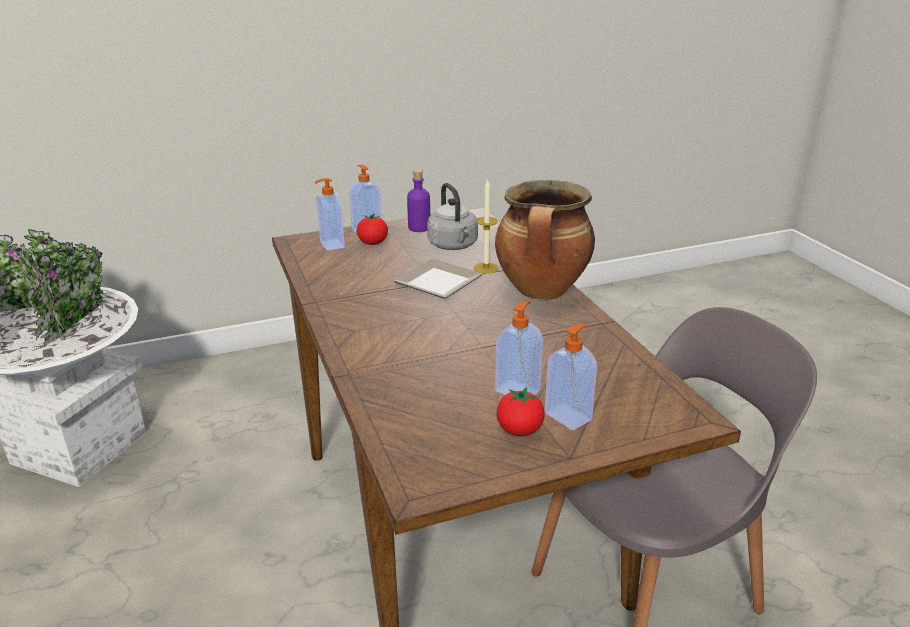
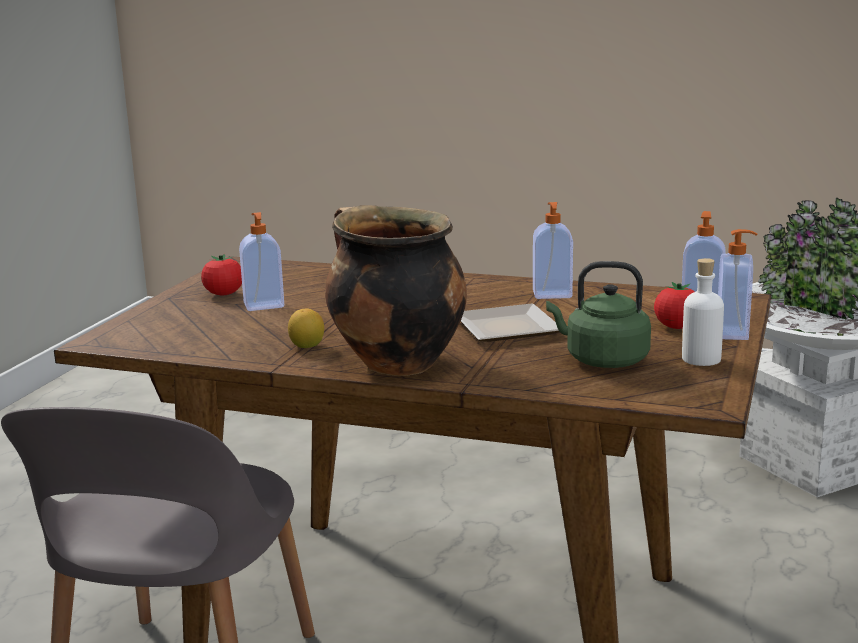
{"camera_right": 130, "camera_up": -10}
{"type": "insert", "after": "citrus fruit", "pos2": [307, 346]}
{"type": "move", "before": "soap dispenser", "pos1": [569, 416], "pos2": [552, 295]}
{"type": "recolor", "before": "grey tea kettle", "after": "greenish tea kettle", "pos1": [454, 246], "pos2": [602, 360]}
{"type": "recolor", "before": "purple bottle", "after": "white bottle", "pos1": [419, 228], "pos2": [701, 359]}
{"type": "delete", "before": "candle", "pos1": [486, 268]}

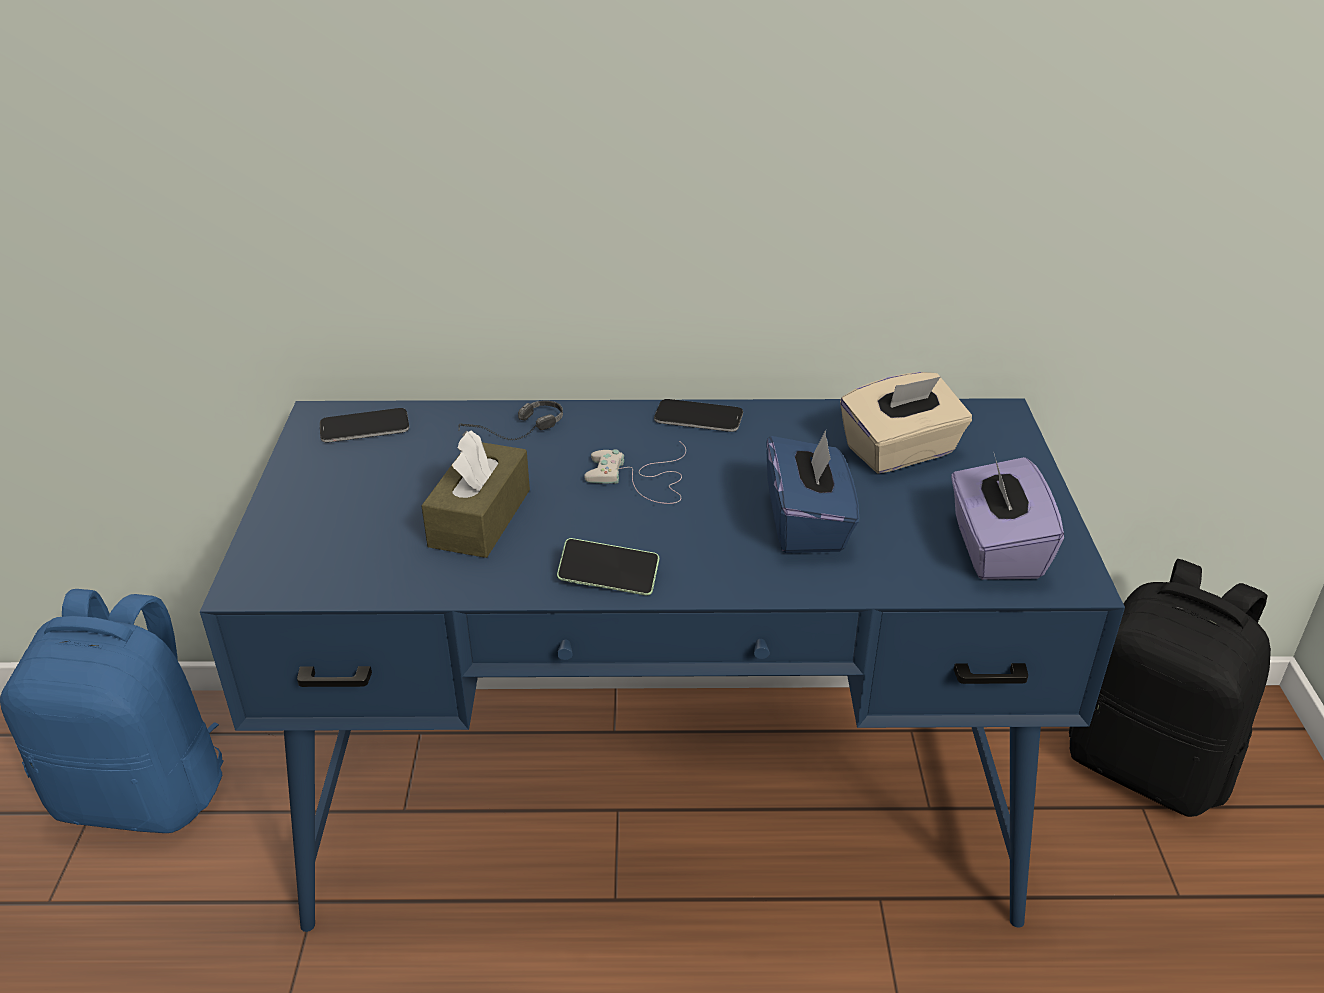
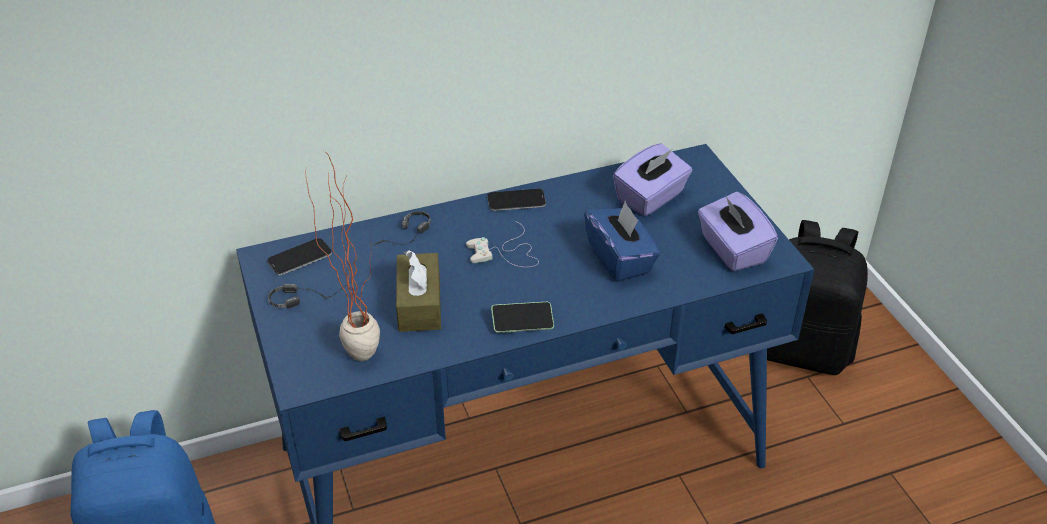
{"camera_right": -20, "camera_up": 5}
{"type": "insert", "after": "headphones", "pos2": [311, 296]}
{"type": "insert", "after": "plant in a pot", "pos2": [358, 347]}
{"type": "recolor", "before": "beige tissue holder", "after": "purple tissue holder", "pos1": [901, 452], "pos2": [651, 198]}

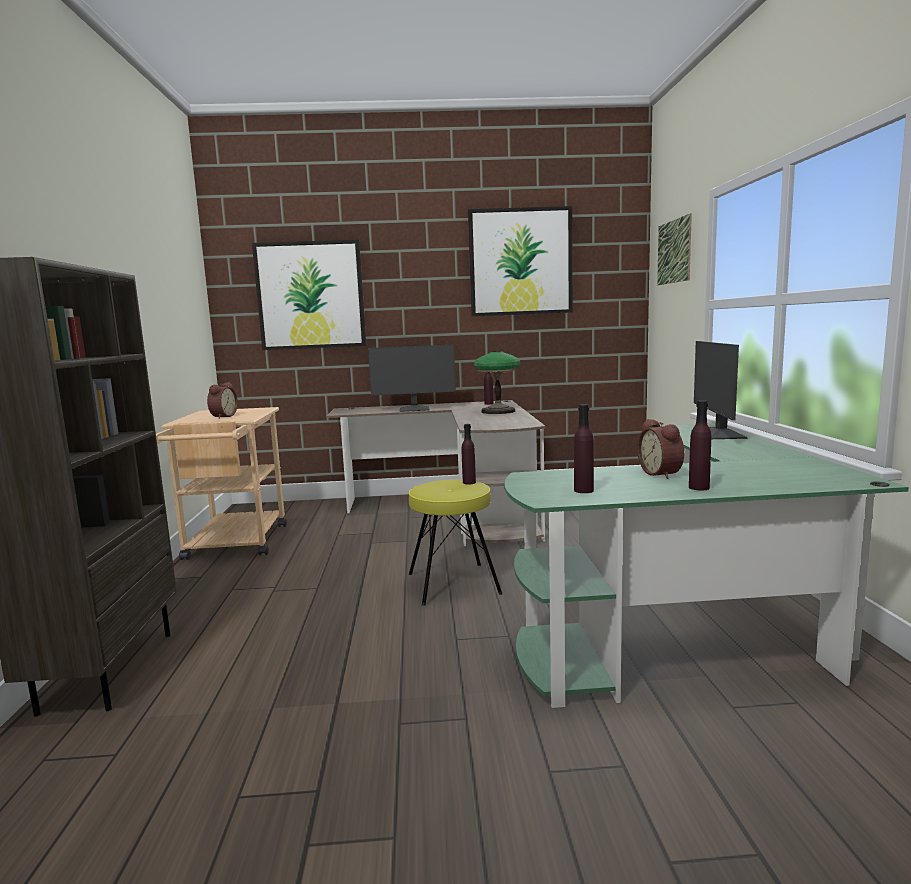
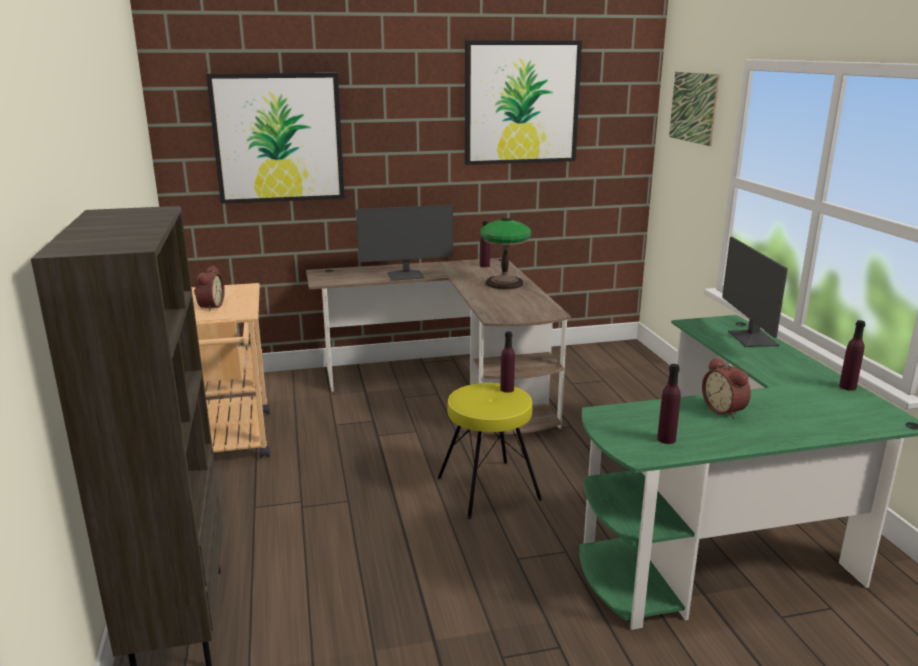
{"camera_right": -10, "camera_up": 10}
{"type": "move", "before": "purple bottle", "pos1": [699, 487], "pos2": [847, 387]}

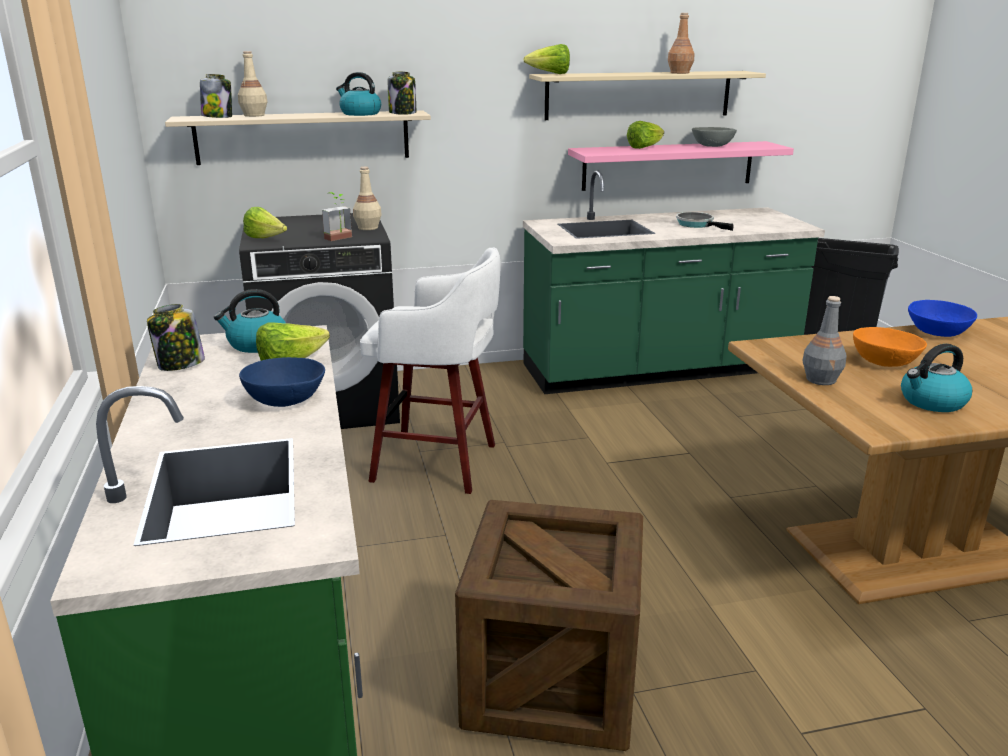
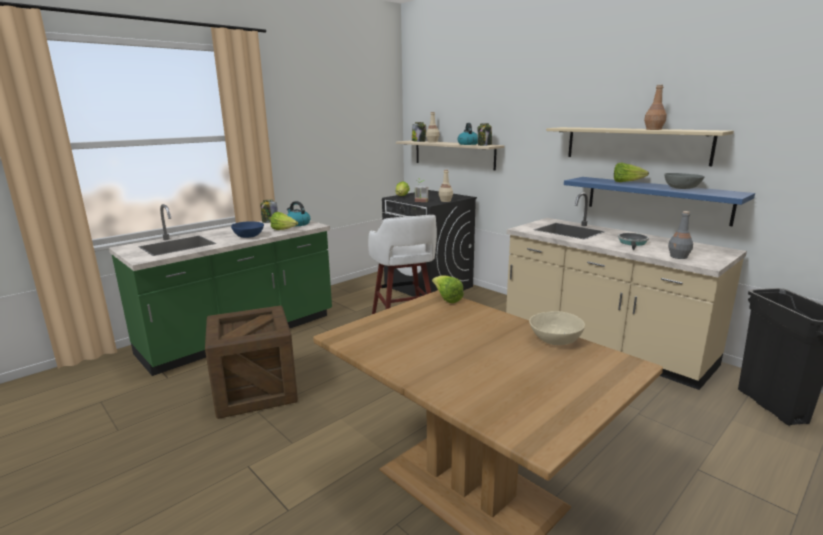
{"camera_right": 60, "camera_up": -5}
{"type": "move", "before": "lettuce", "pos1": [550, 74], "pos2": [446, 299]}
{"type": "recolor", "before": "greenish kitchen counter", "after": "beige kitchen counter", "pos1": [659, 370], "pos2": [602, 344]}
{"type": "recolor", "before": "blue-coloured serving bowl", "after": "beige serving bowl", "pos1": [938, 332], "pos2": [555, 340]}
{"type": "recolor", "before": "pinkish bracket shelf", "after": "blue-coloured bracket shelf", "pos1": [668, 165], "pos2": [656, 199]}
{"type": "move", "before": "grey bottle", "pos1": [821, 379], "pos2": [679, 257]}
{"type": "delete", "before": "orange-coloured serving bowl", "pos1": [884, 361]}
{"type": "delete", "before": "tea kettle", "pos1": [932, 402]}

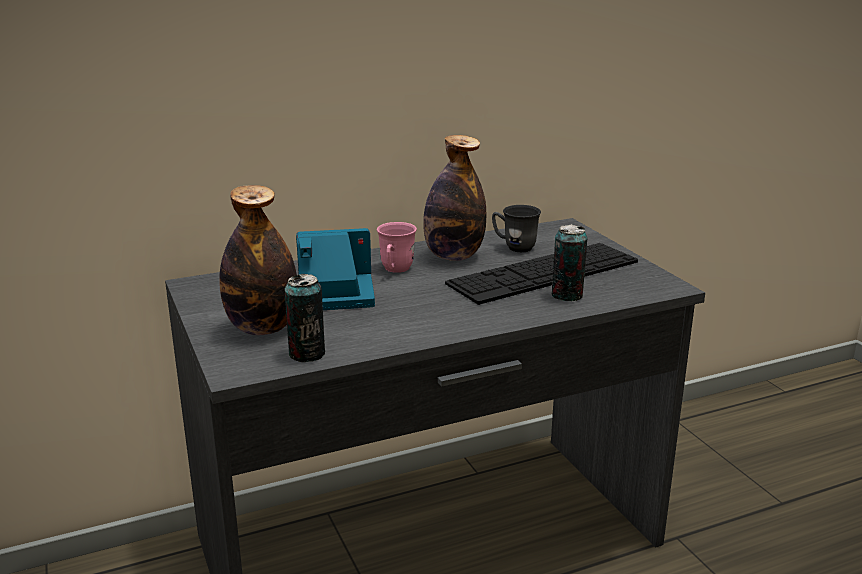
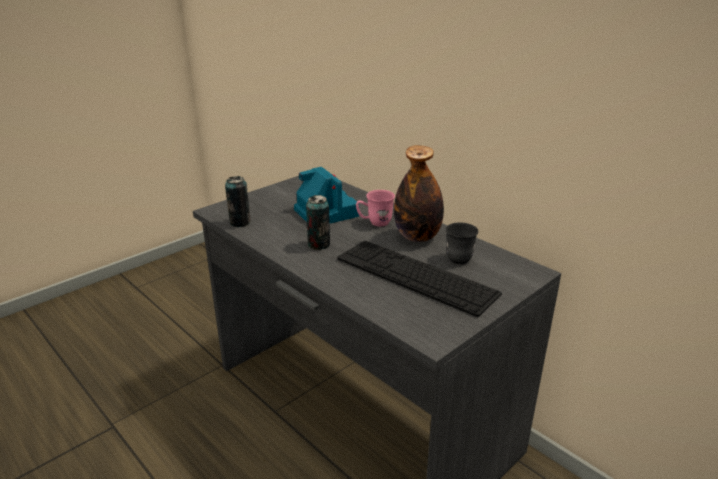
{"camera_right": 70, "camera_up": 5}
{"type": "move", "before": "can", "pos1": [567, 295], "pos2": [319, 244]}
{"type": "delete", "before": "bottle", "pos1": [262, 328]}

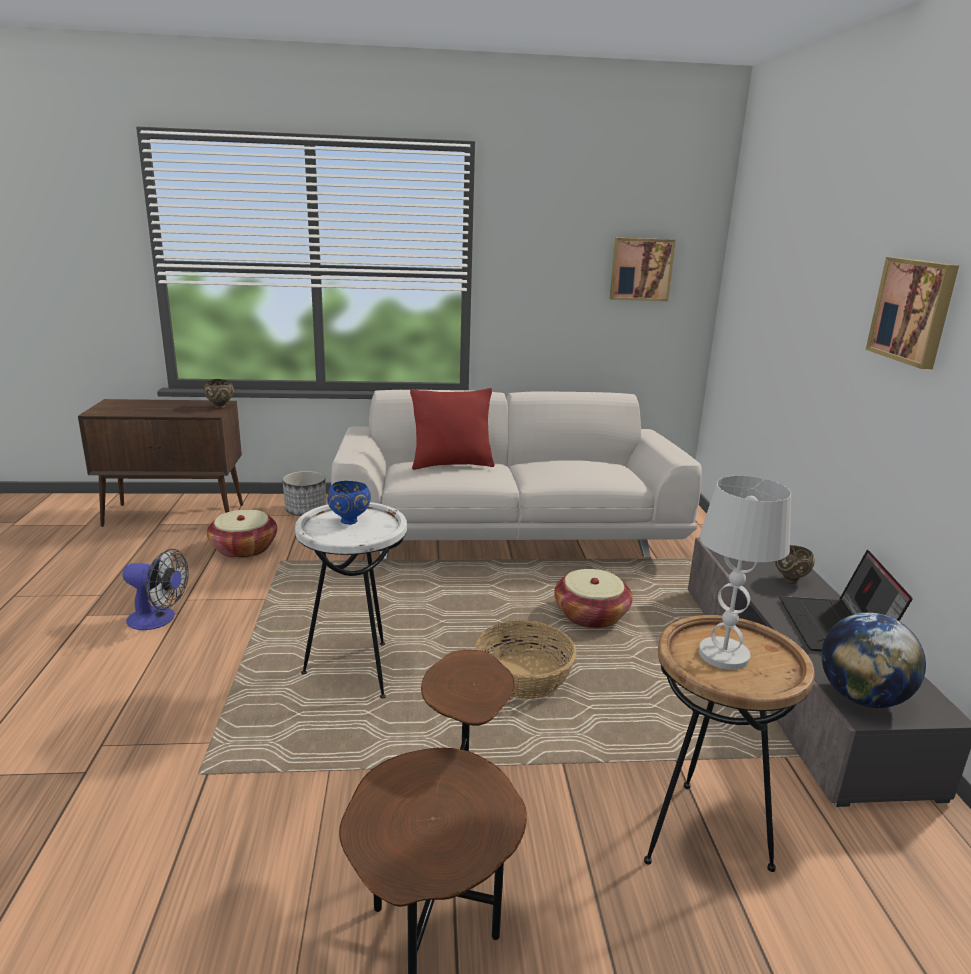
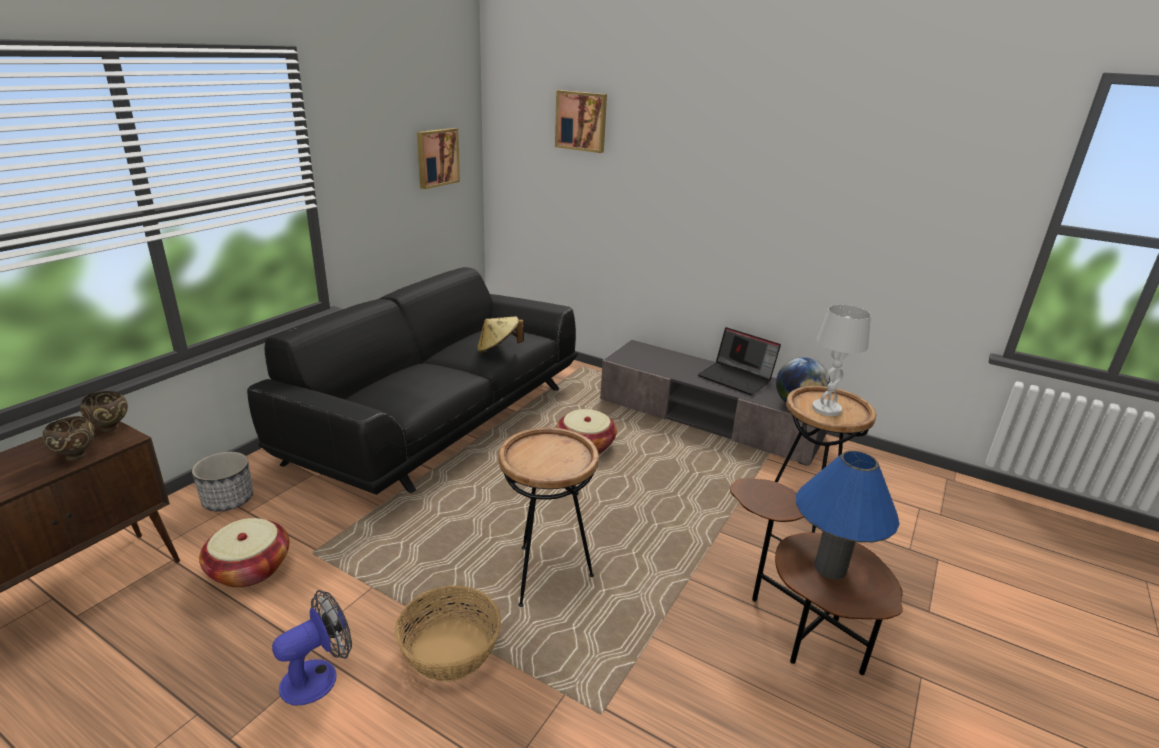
{"camera_right": -55, "camera_up": 5}
{"type": "move", "before": "brown serving bowl", "pos1": [790, 580], "pos2": [76, 455]}
{"type": "recolor", "before": "white couch", "after": "black-coloured couch", "pos1": [508, 533], "pos2": [437, 421]}
{"type": "move", "before": "basket", "pos1": [524, 677], "pos2": [451, 649]}
{"type": "insert", "after": "beige wearable hat", "pos2": [498, 349]}
{"type": "recolor", "before": "white accent table", "after": "brown accent table", "pos1": [357, 672], "pos2": [545, 576]}
{"type": "move", "before": "wall art", "pos1": [914, 311], "pos2": [581, 121]}
{"type": "insert", "after": "blue-coloured tabletop lamp", "pos2": [830, 568]}
{"type": "delete", "before": "blue-coloured serving bowl", "pos1": [350, 521]}
{"type": "delete", "before": "reddish throw pillow", "pos1": [452, 464]}

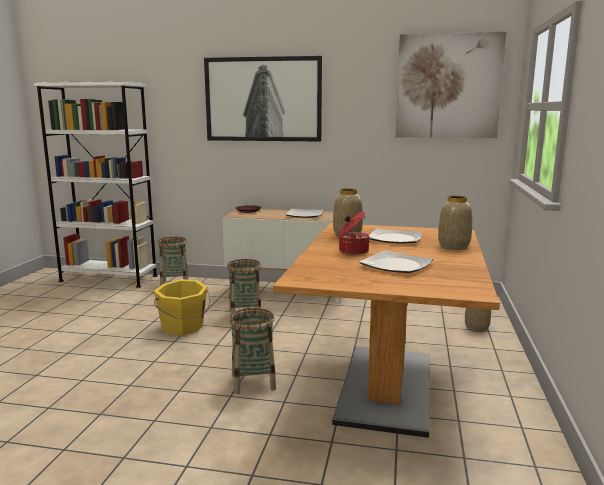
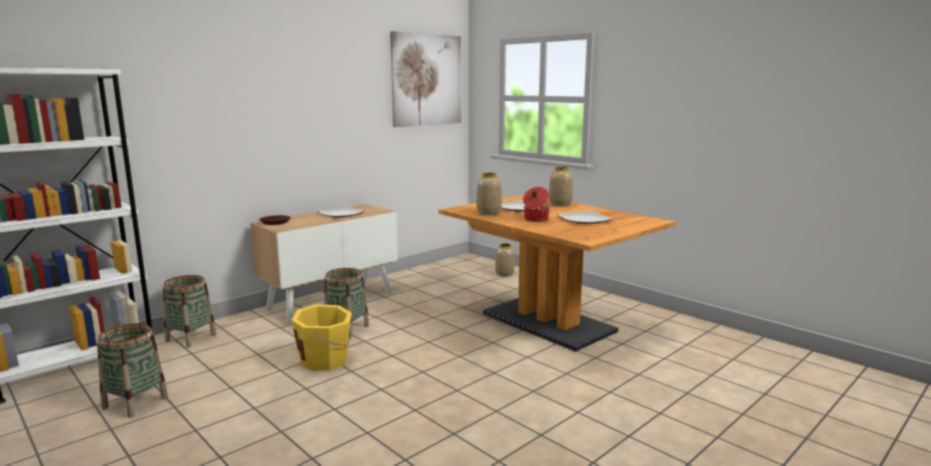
{"camera_right": -55, "camera_up": 0}
{"type": "move", "before": "basket", "pos1": [253, 382], "pos2": [135, 403]}
{"type": "delete", "before": "wall art", "pos1": [263, 99]}

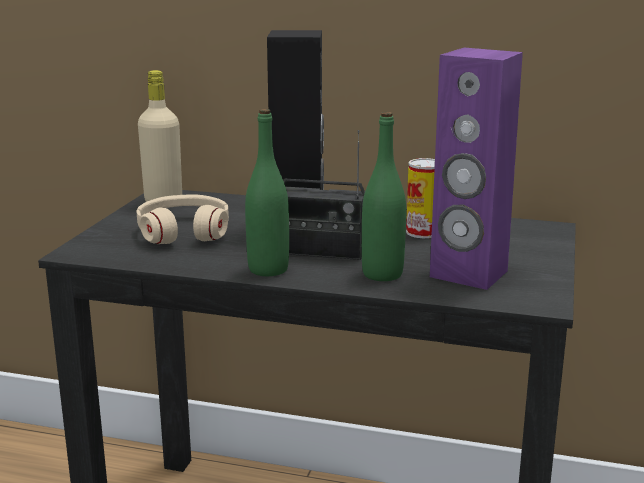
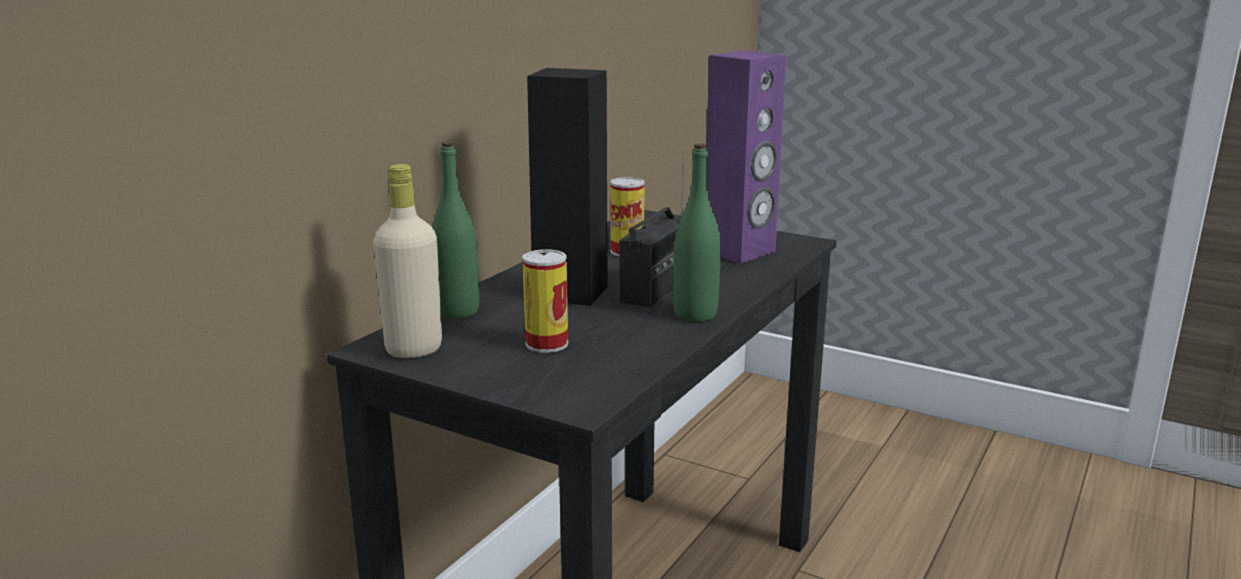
{"camera_right": -75, "camera_up": 0}
{"type": "move", "before": "greenish bottle", "pos1": [382, 274], "pos2": [457, 311]}
{"type": "replace", "before": "beige headphones", "after": "can", "pos1": [184, 231], "pos2": [547, 344]}

